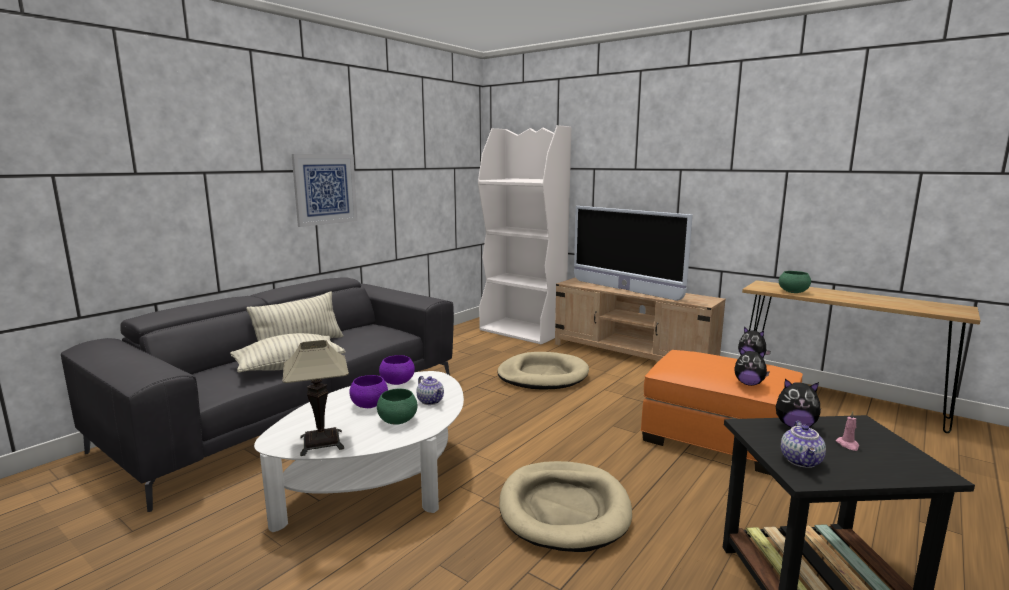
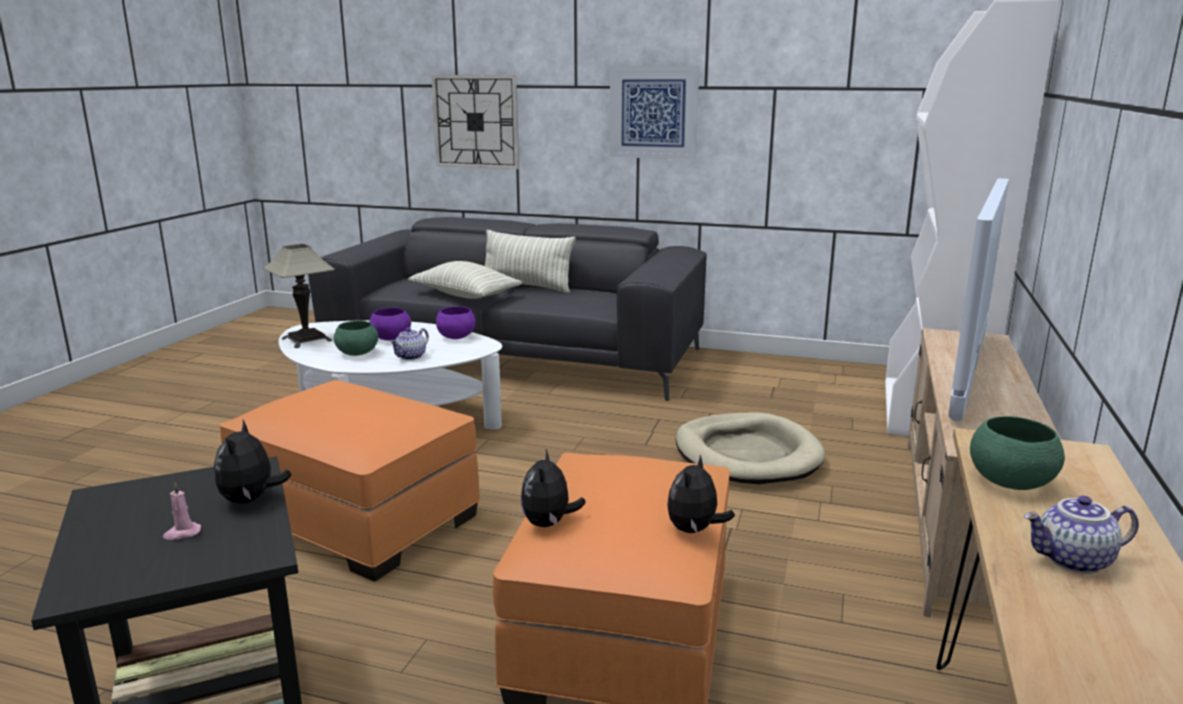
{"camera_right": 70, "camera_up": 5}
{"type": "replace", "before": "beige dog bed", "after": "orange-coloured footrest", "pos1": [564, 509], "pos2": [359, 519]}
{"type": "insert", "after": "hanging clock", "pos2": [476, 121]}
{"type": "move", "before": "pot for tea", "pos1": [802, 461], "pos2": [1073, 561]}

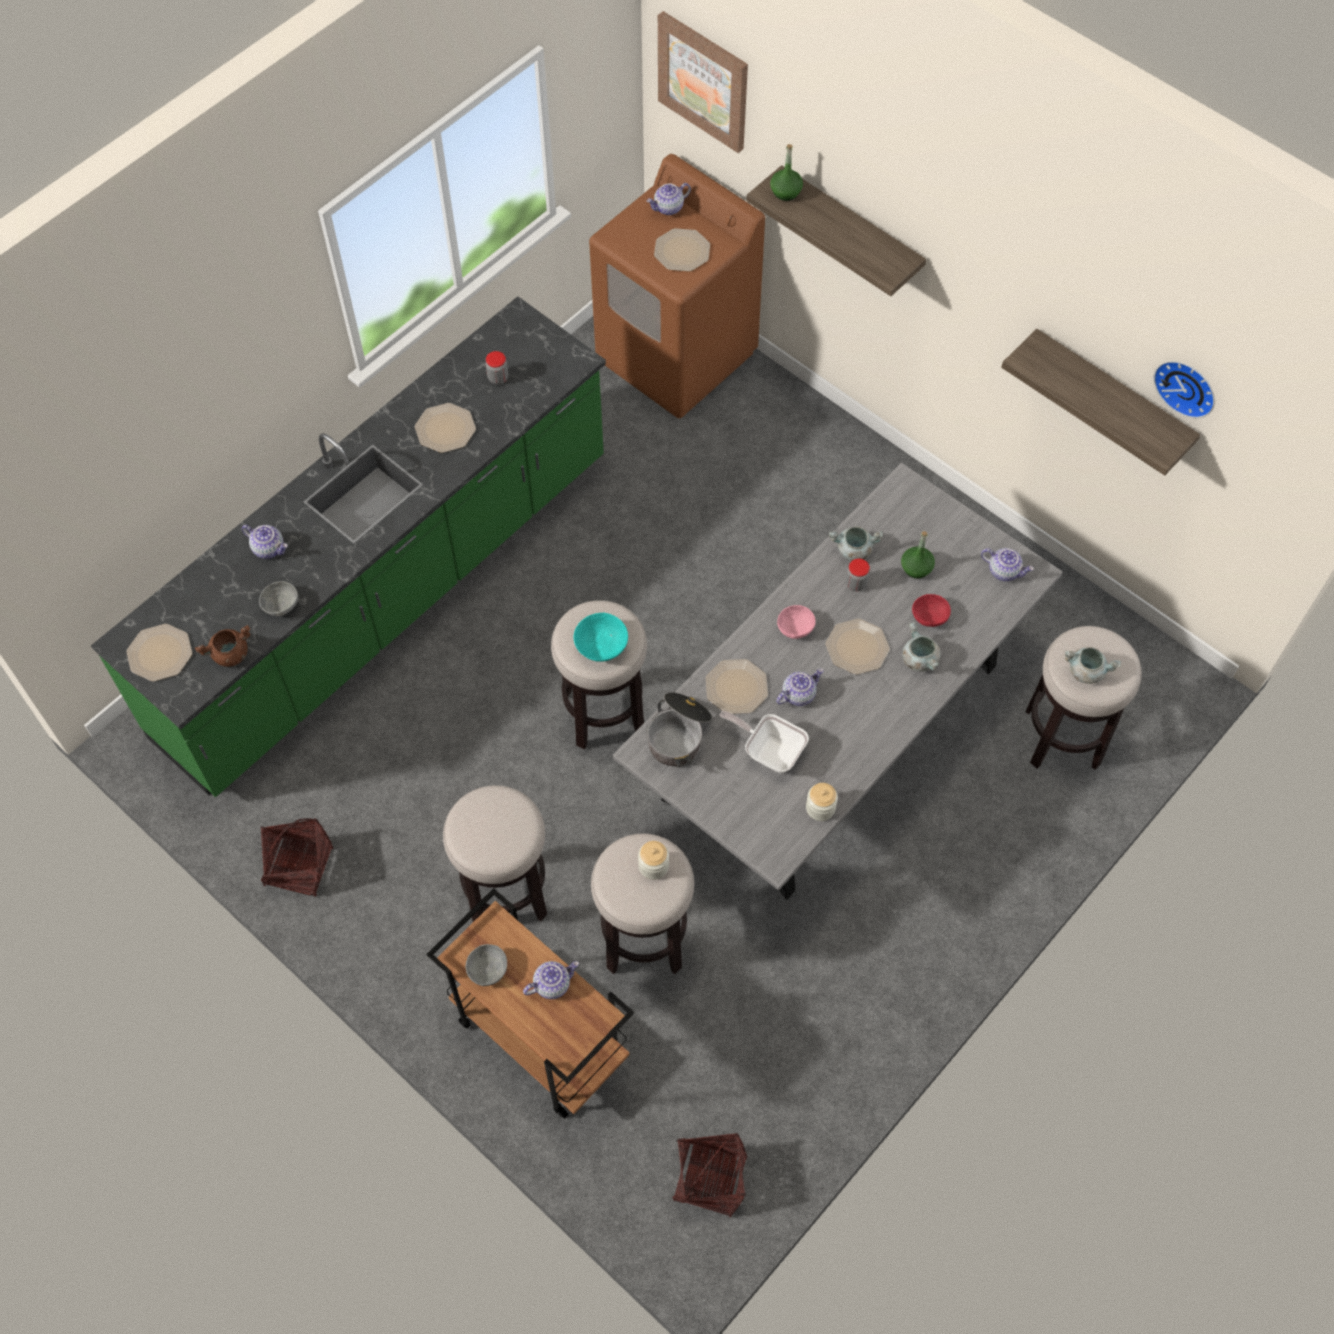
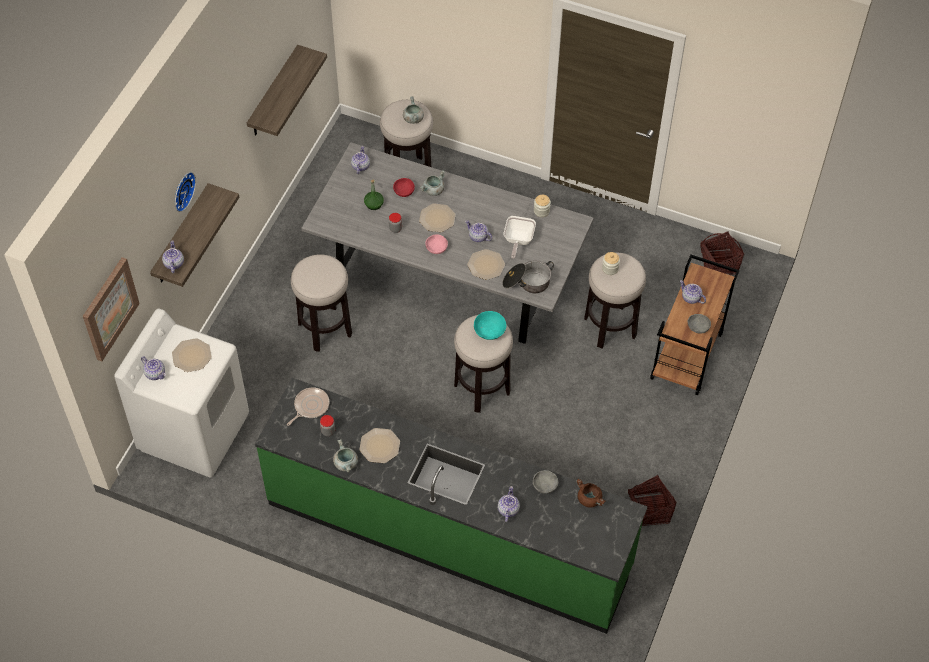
{"camera_right": -110, "camera_up": -5}
{"type": "recolor", "before": "brown washing machine", "after": "white washing machine", "pos1": [676, 357], "pos2": [194, 431]}
{"type": "replace", "before": "greenish bottle", "after": "pot for tea", "pos1": [785, 192], "pos2": [173, 263]}
{"type": "move", "before": "hanging clock", "pos1": [1187, 386], "pos2": [182, 190]}
{"type": "insert", "after": "skillet", "pos2": [310, 406]}
{"type": "move", "before": "stool", "pos1": [506, 892], "pos2": [325, 329]}
{"type": "move", "before": "grey cooking pot", "pos1": [853, 551], "pos2": [346, 463]}
{"type": "delete", "before": "flat dish", "pos1": [159, 653]}

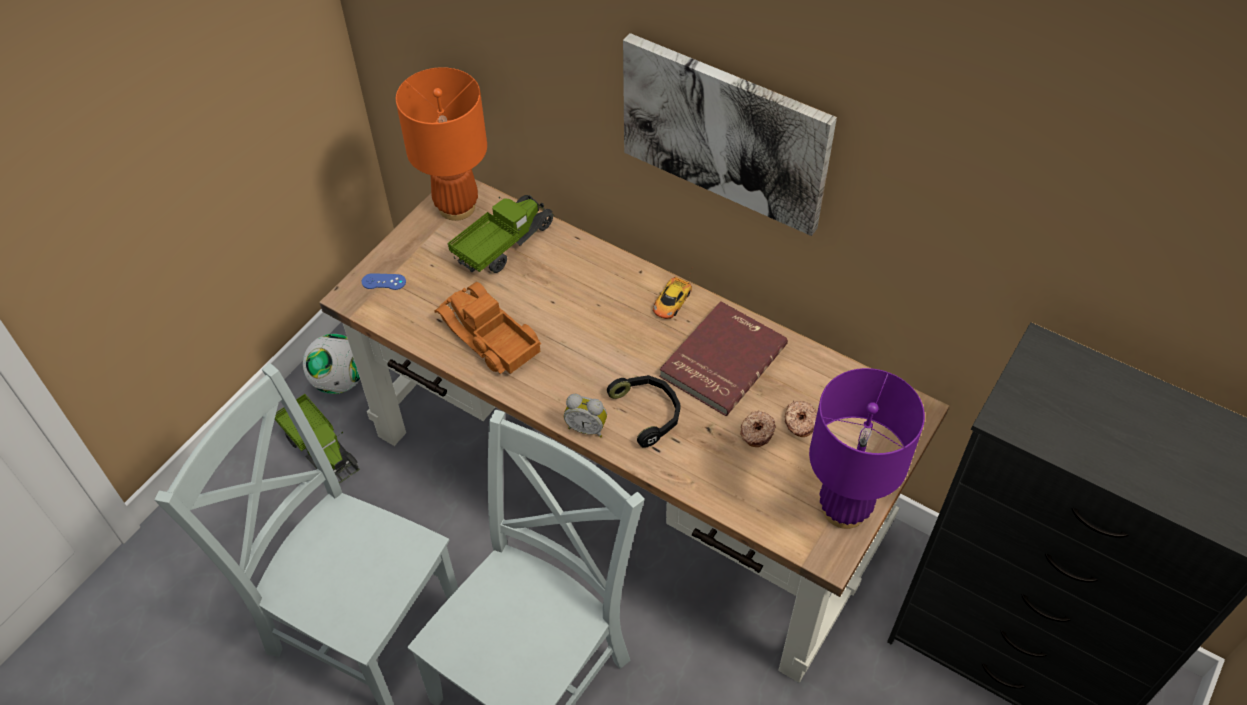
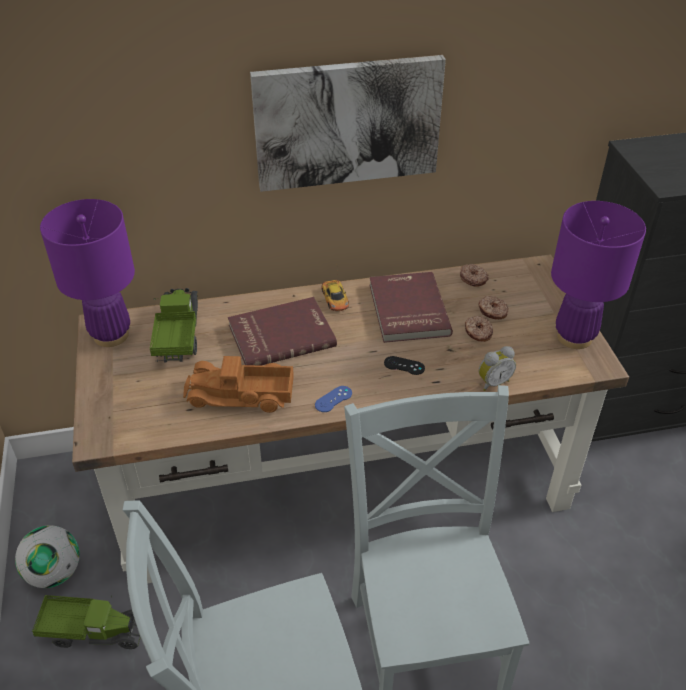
{"camera_right": -45, "camera_up": -10}
{"type": "recolor", "before": "orange-coloured tabletop lamp", "after": "purple tabletop lamp", "pos1": [456, 206], "pos2": [110, 335]}
{"type": "insert", "after": "reddish volume", "pos2": [281, 334]}
{"type": "move", "before": "blue-coloured gamepad", "pos1": [383, 282], "pos2": [333, 399]}
{"type": "replace", "before": "black-coloured headphones", "after": "black-coloured gamepad", "pos1": [648, 412], "pos2": [404, 365]}
{"type": "insert", "after": "donut", "pos2": [473, 278]}
{"type": "move", "before": "alarm clock", "pos1": [587, 427], "pos2": [493, 382]}

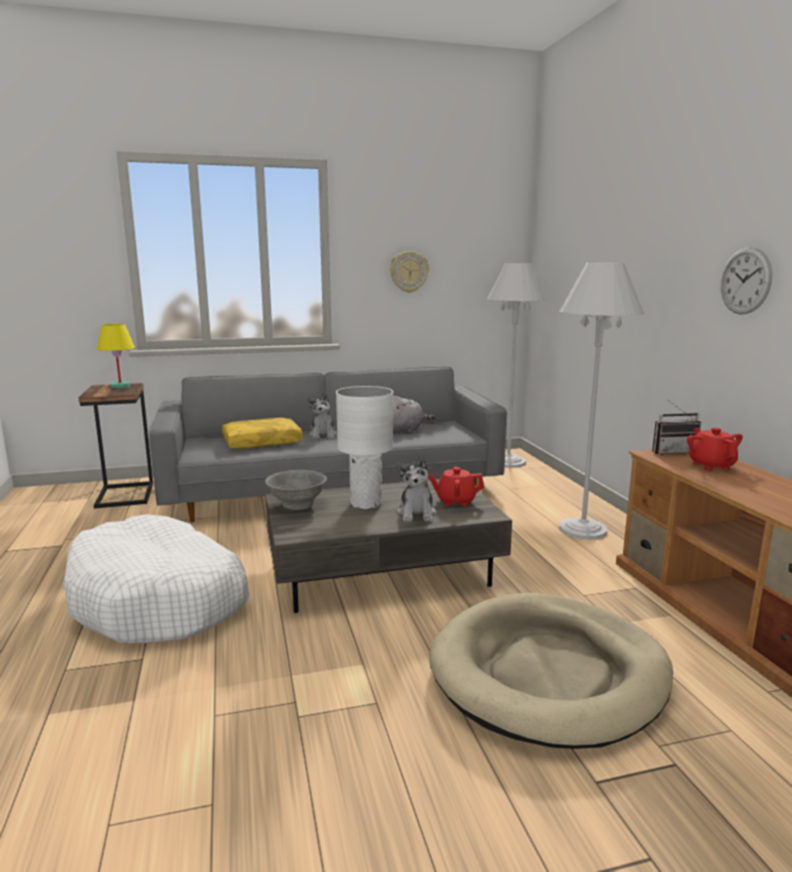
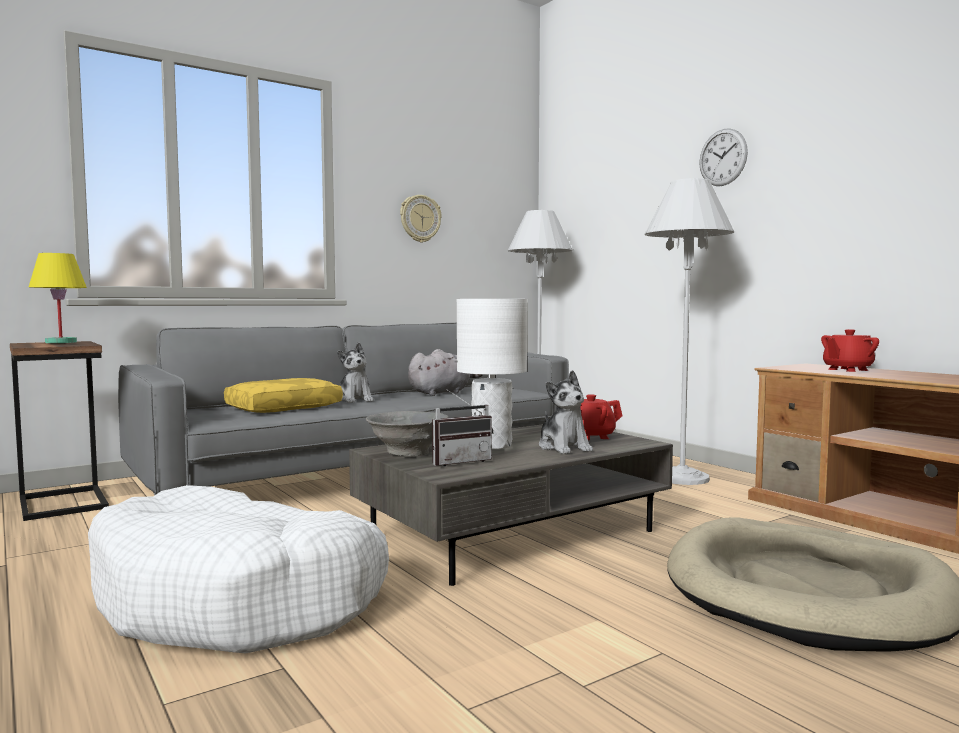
{"camera_right": -20, "camera_up": -10}
{"type": "move", "before": "radio set", "pos1": [672, 451], "pos2": [460, 461]}
{"type": "move", "before": "hanging clock", "pos1": [745, 281], "pos2": [722, 157]}
{"type": "rotate", "before": "reddish pot for tea", "pos1": [711, 465], "pos2": [847, 370], "turn": -90}

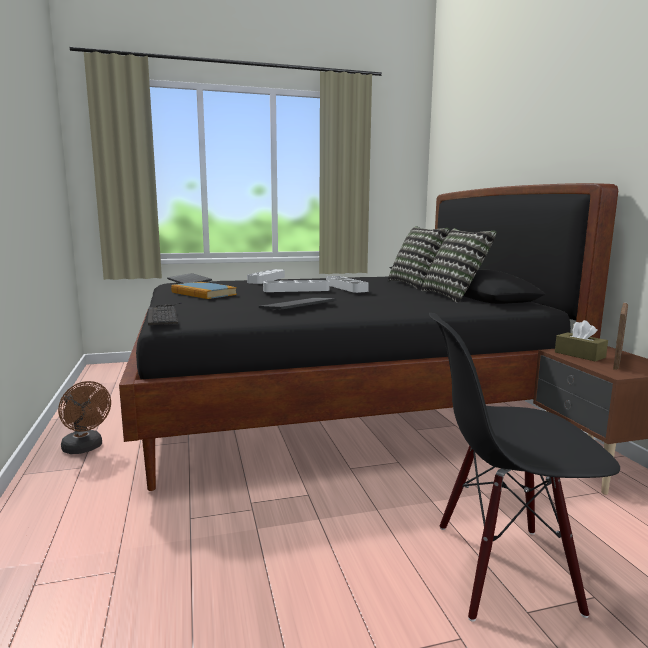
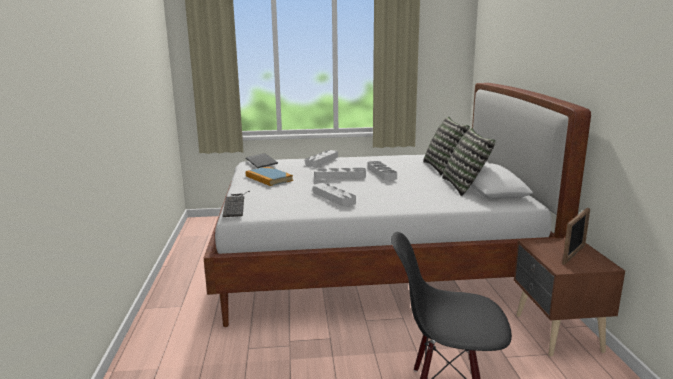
{"camera_right": 10, "camera_up": 5}
{"type": "recolor", "before": "black-coloured bedroom bed", "after": "white bedroom bed", "pos1": [337, 403], "pos2": [372, 264]}
{"type": "replace", "before": "PC keyboard", "after": "grey serving tray", "pos1": [298, 306], "pos2": [333, 197]}
{"type": "delete", "before": "brown fan", "pos1": [85, 448]}
{"type": "delete", "before": "brown tissue holder", "pos1": [579, 355]}

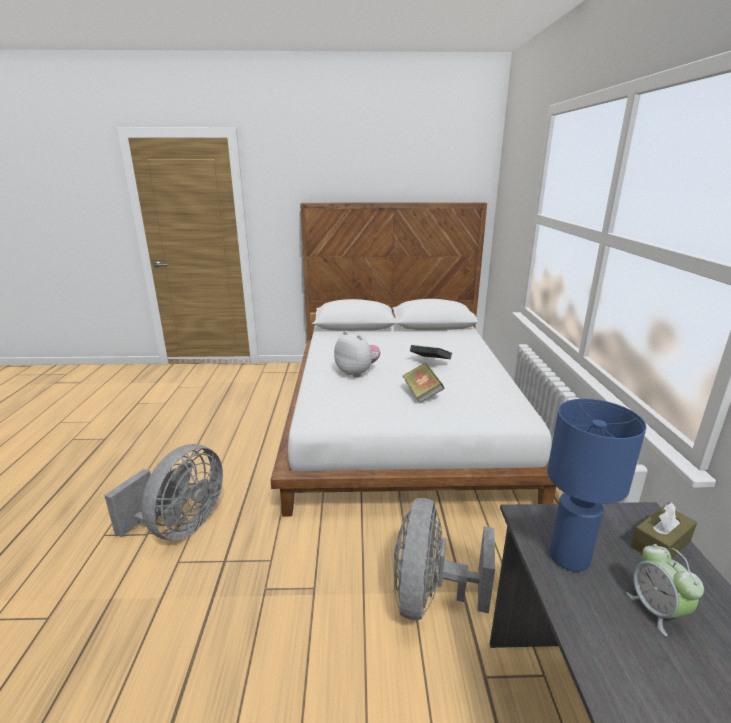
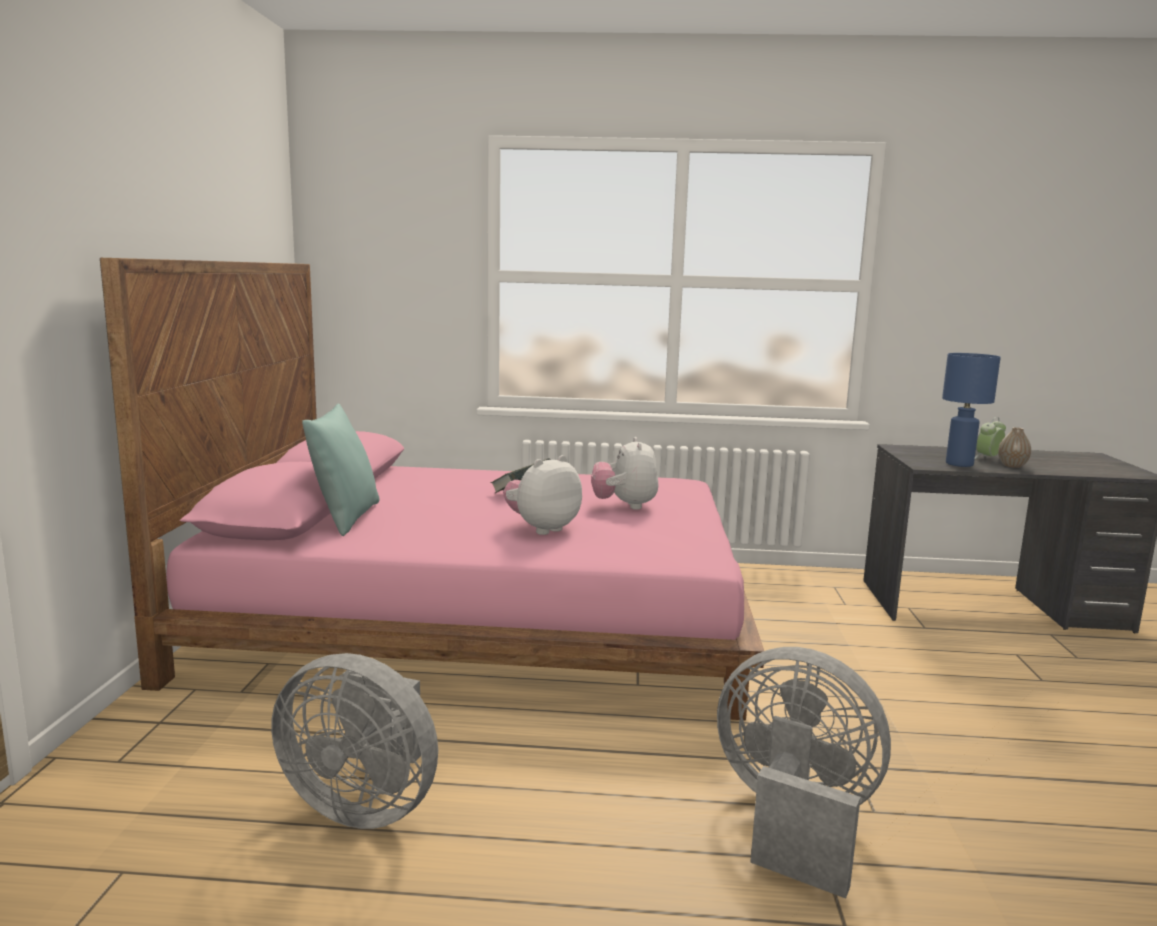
{"camera_right": -85, "camera_up": -10}
{"type": "recolor", "before": "white bedroom bed", "after": "pinkish bedroom bed", "pos1": [401, 419], "pos2": [483, 616]}
{"type": "move", "before": "grey fan", "pos1": [430, 596], "pos2": [364, 804]}
{"type": "insert", "after": "turquoise-coloured throw pillow", "pos2": [345, 518]}
{"type": "replace", "before": "volume", "after": "cuddly toy", "pos1": [422, 394], "pos2": [624, 506]}
{"type": "rotate", "before": "alarm clock", "pos1": [656, 610], "pos2": [987, 458], "turn": 150}
{"type": "insert", "after": "vase", "pos2": [1012, 466]}
{"type": "delete", "before": "brown tissue holder", "pos1": [660, 544]}

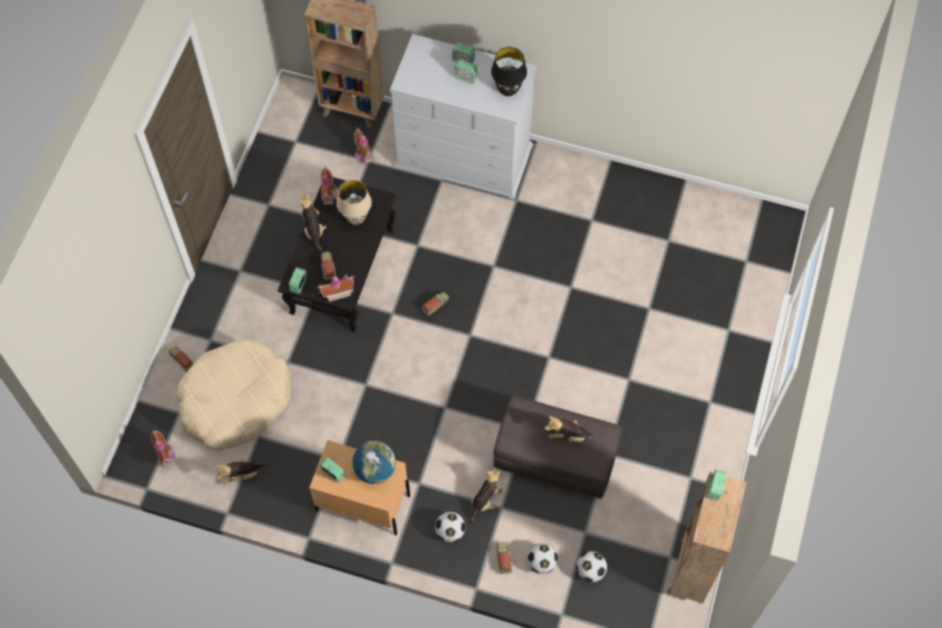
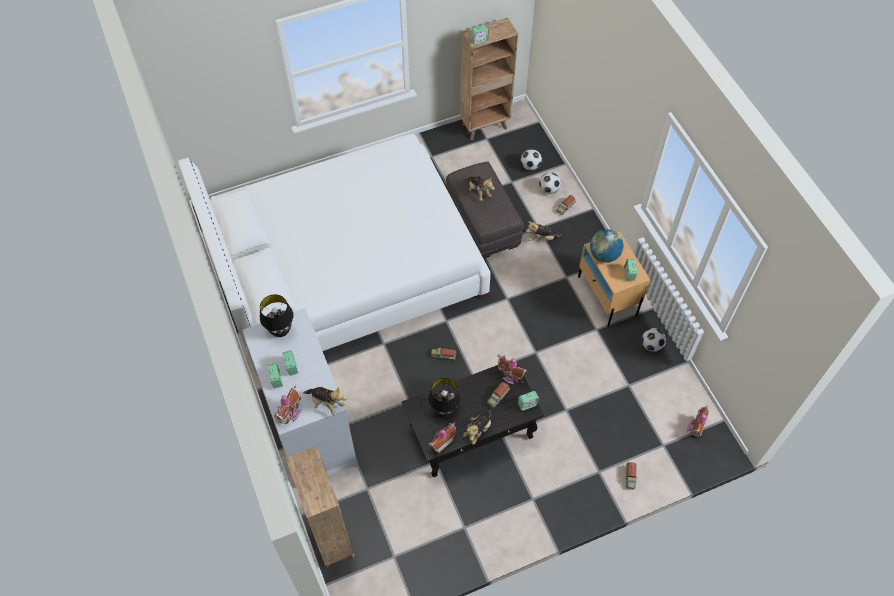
{"camera_right": -130, "camera_up": -5}
{"type": "insert", "after": "white bedroom bed", "pos2": [346, 270]}
{"type": "move", "before": "miniature house", "pos1": [362, 155], "pos2": [291, 413]}
{"type": "move", "before": "cuddly toy", "pos1": [242, 474], "pos2": [326, 403]}
{"type": "recolor", "before": "beige tabletop lamp", "after": "black-coloured tabletop lamp", "pos1": [356, 218], "pos2": [444, 410]}
{"type": "move", "before": "ball for football", "pos1": [450, 531], "pos2": [651, 345]}
{"type": "delete", "before": "beige dog bed", "pos1": [235, 400]}

